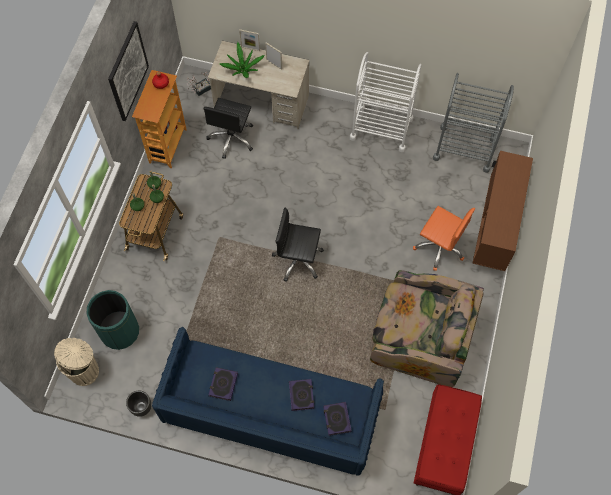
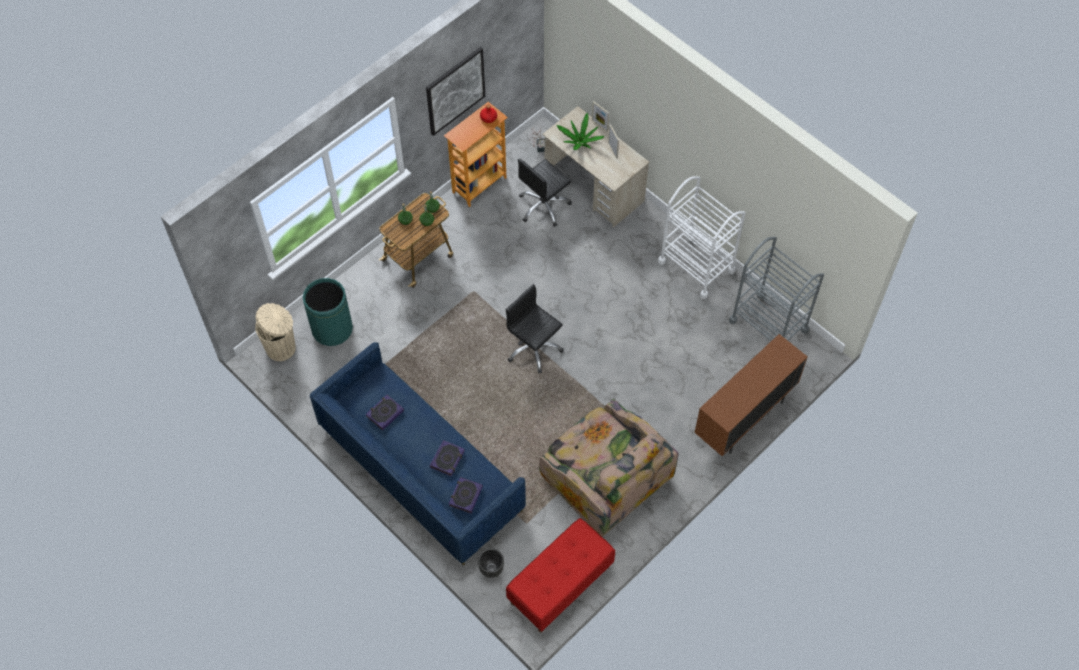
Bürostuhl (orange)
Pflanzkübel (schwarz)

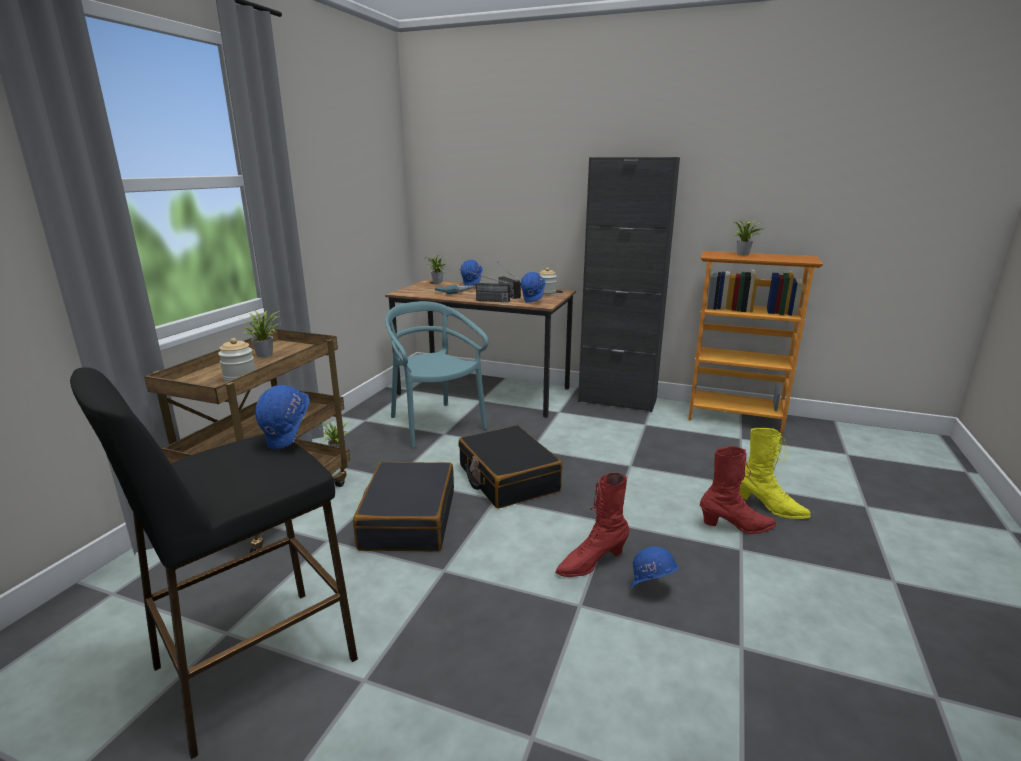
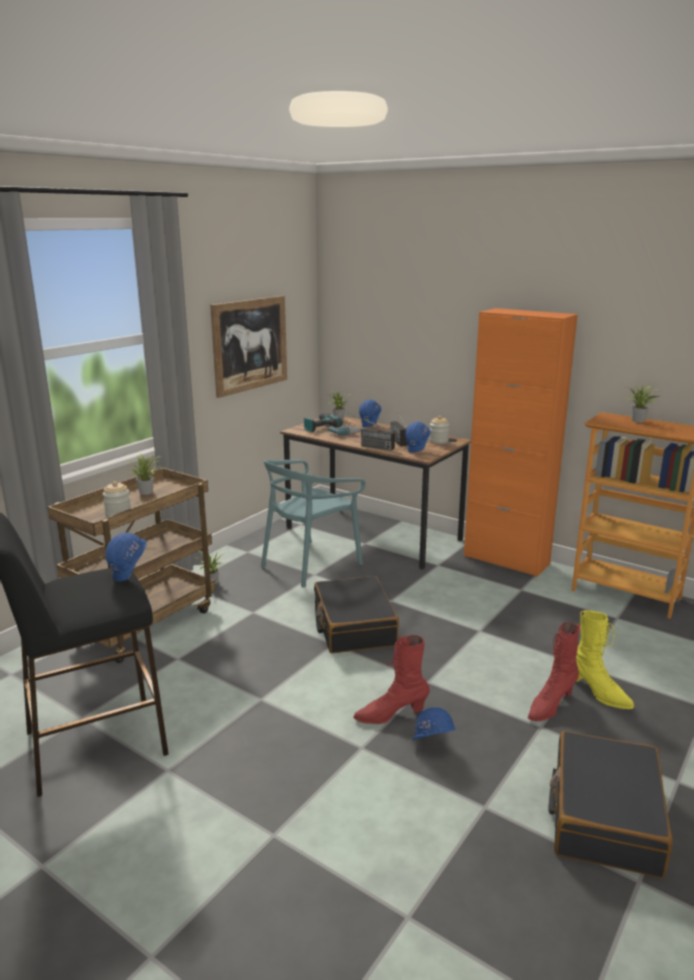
Bild
Bohrmaschine (1st from left)
Koffer (schwarz) (2nd from left)
Schrank (orange)
Stuhl (türkis)
Stiefel (rot) (2nd from left)

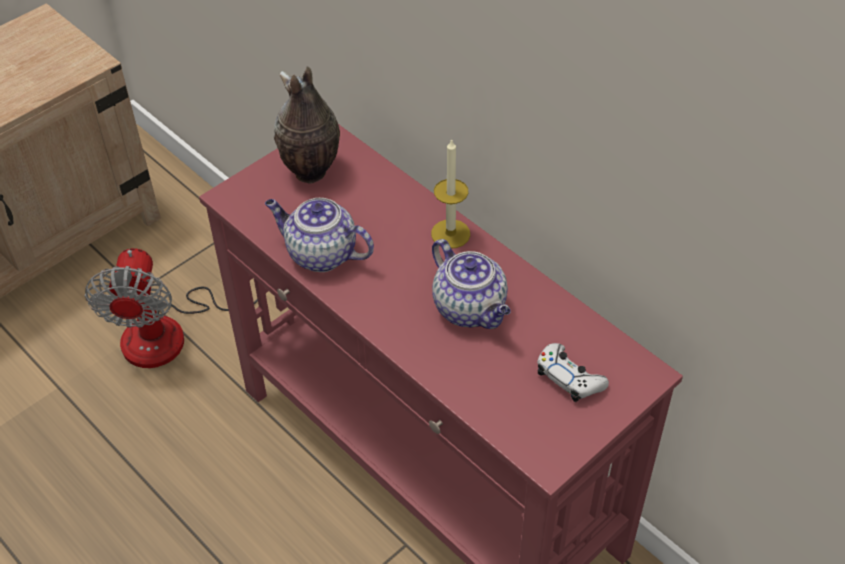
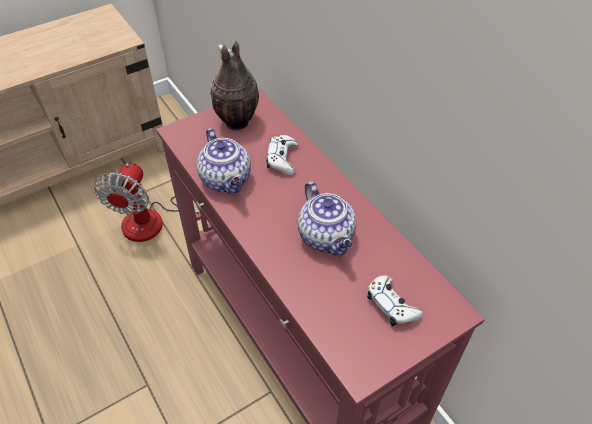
Kerze
Gamepad (weiß) (1st from left)
Teekanne (1st from left)

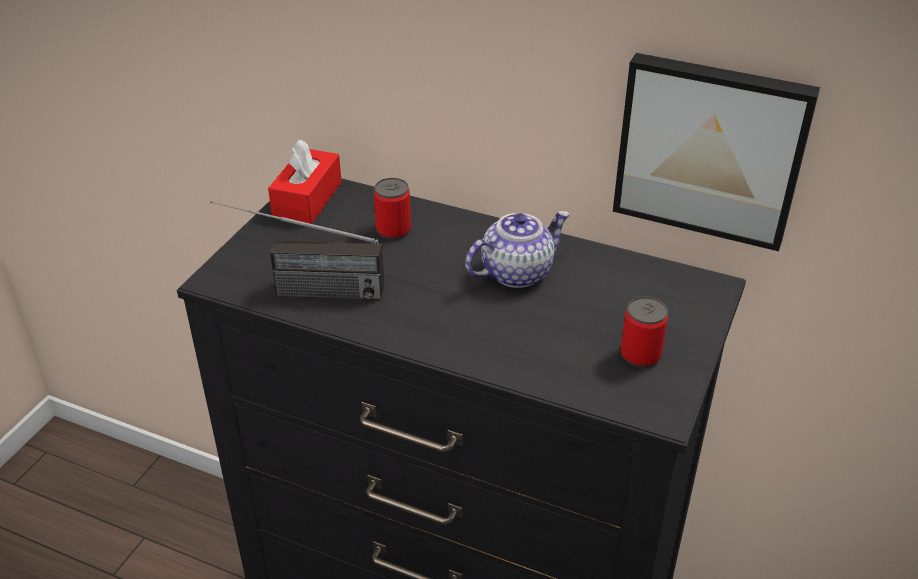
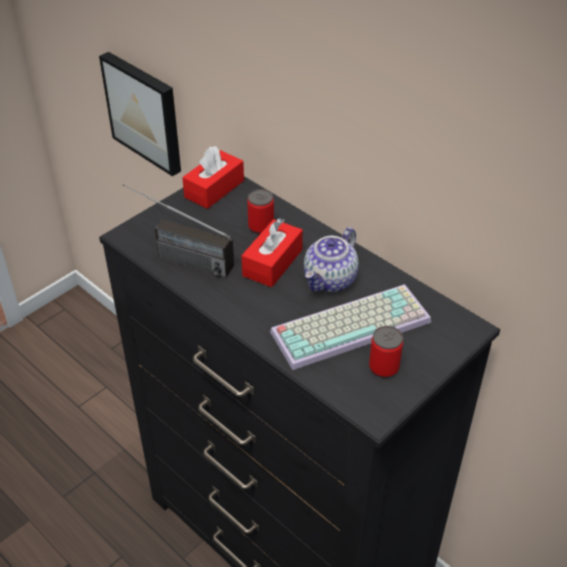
Taschentuchbox (rot) (2nd from left)
Tastatur
Bild
Teekanne

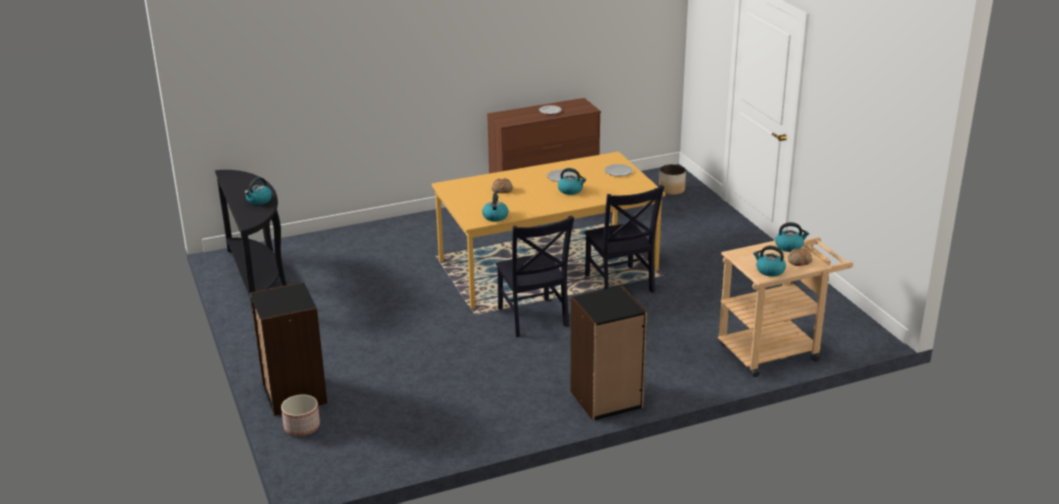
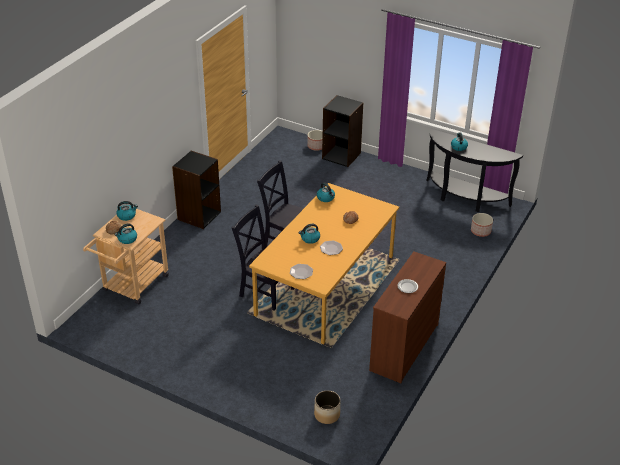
Pflanzkübel (3rd from left)

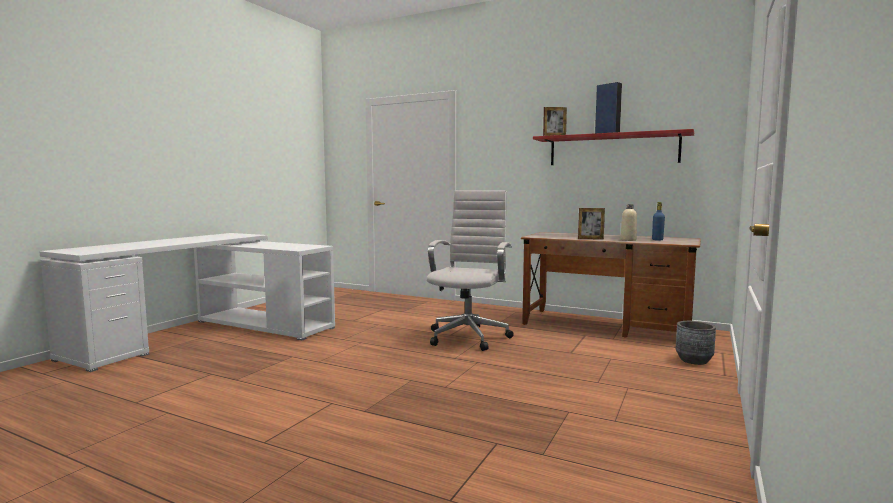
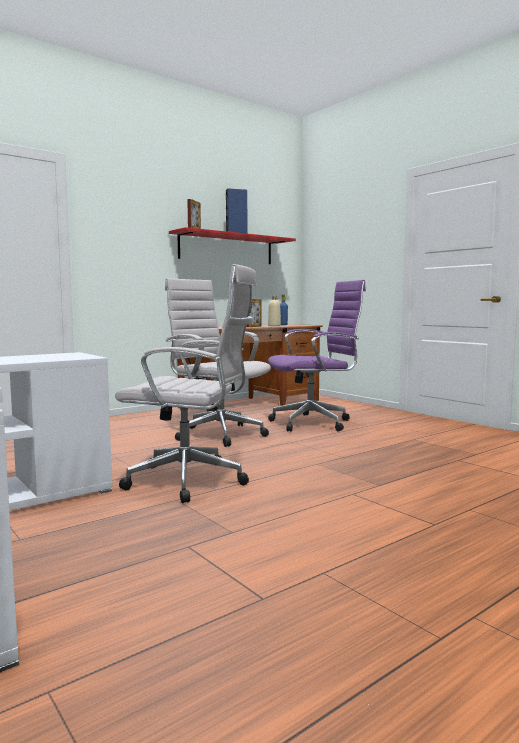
Pflanzkübel (grau)
Bürostuhl (weiß) (1st from left)
Bürostuhl (lila)

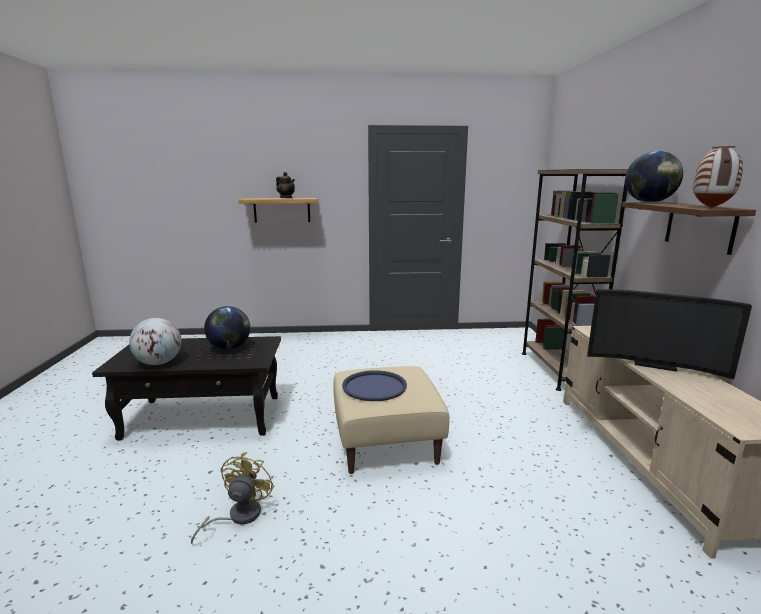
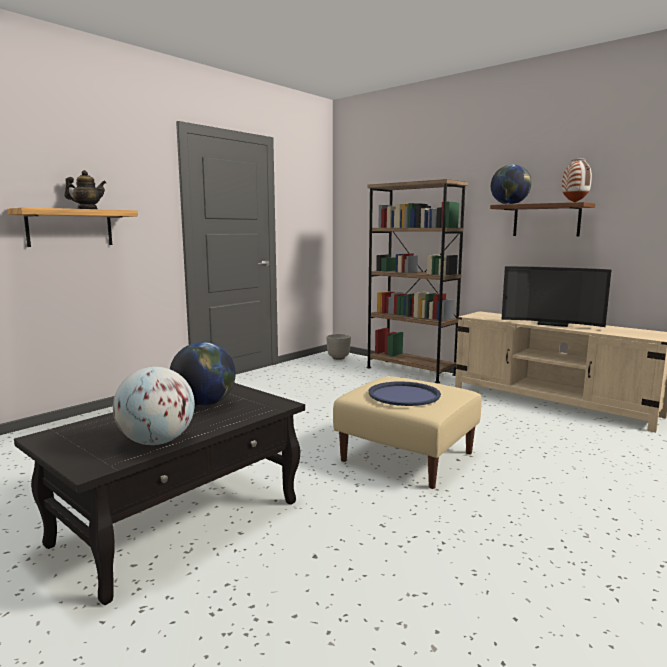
Ventilator (gelb)
Pflanzkübel
Fernseher

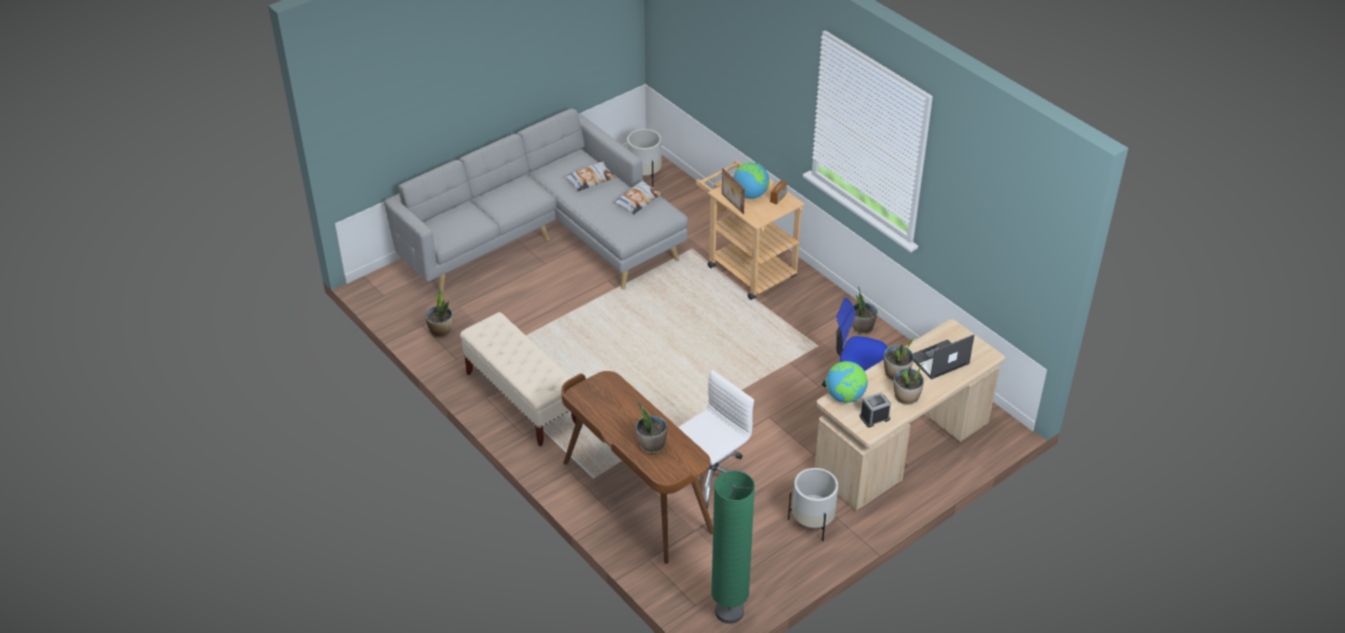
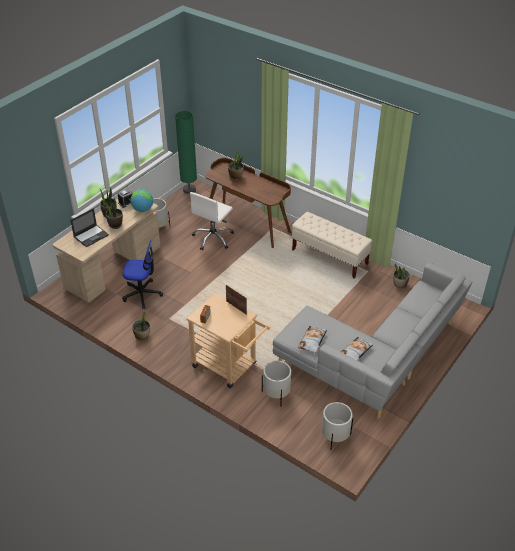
Globus (1st from left in the first image)
Pflanzkübel (weiß) (2nd from left)

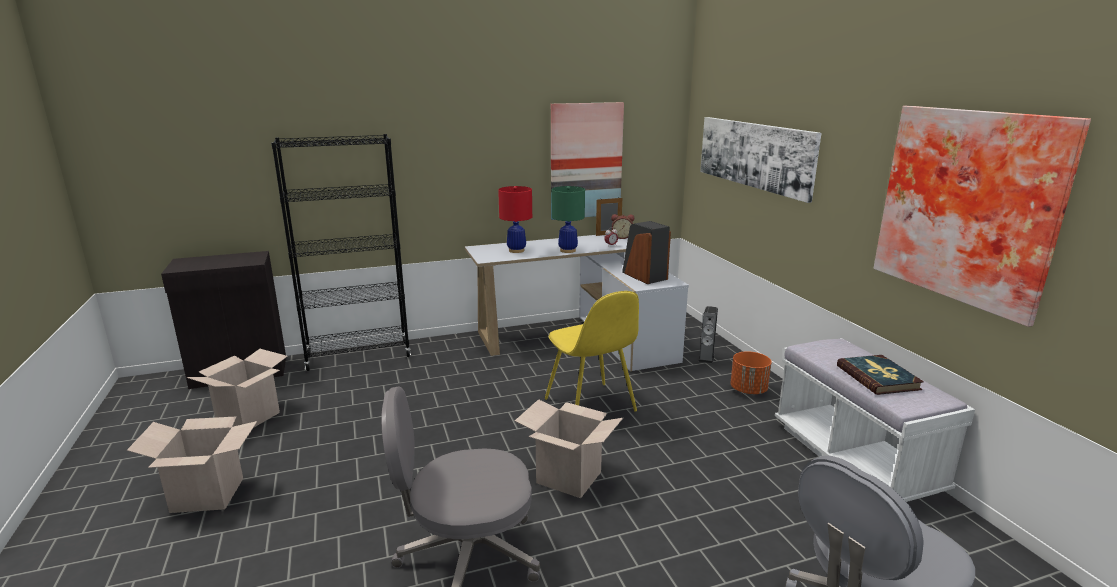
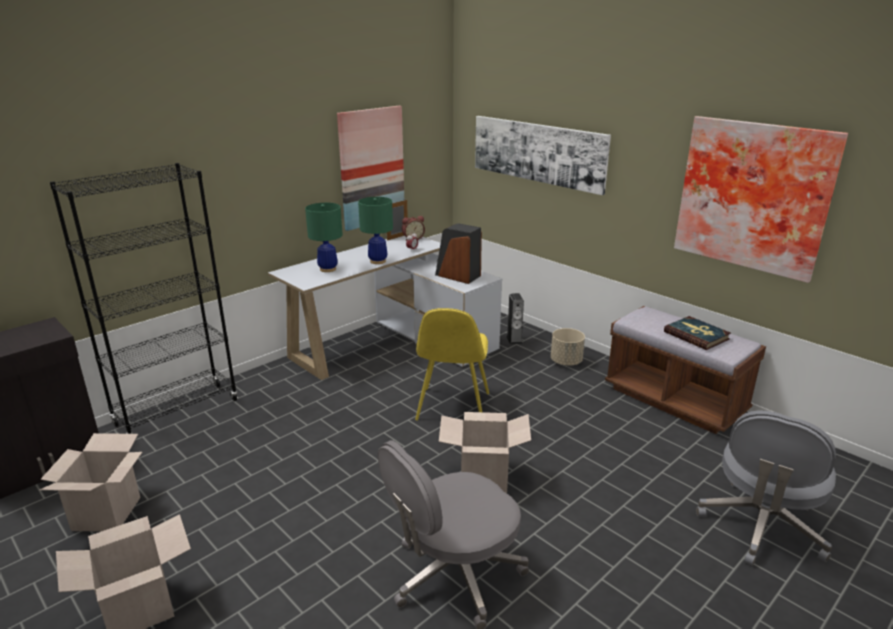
Tischlampe (grün) (1st from left)
Pflanzkübel (beige)
Bank (braun)
Stuhl (gelb)

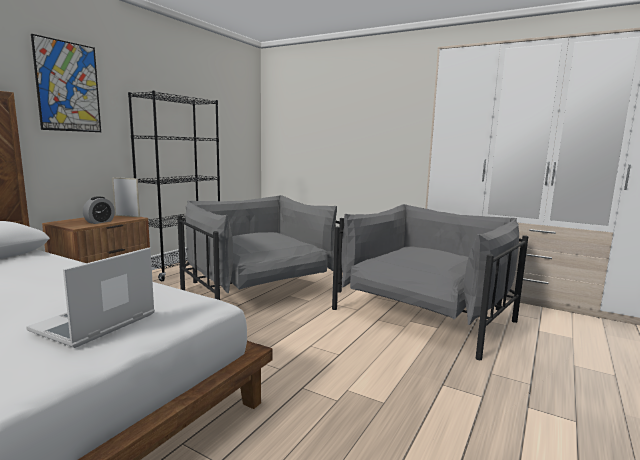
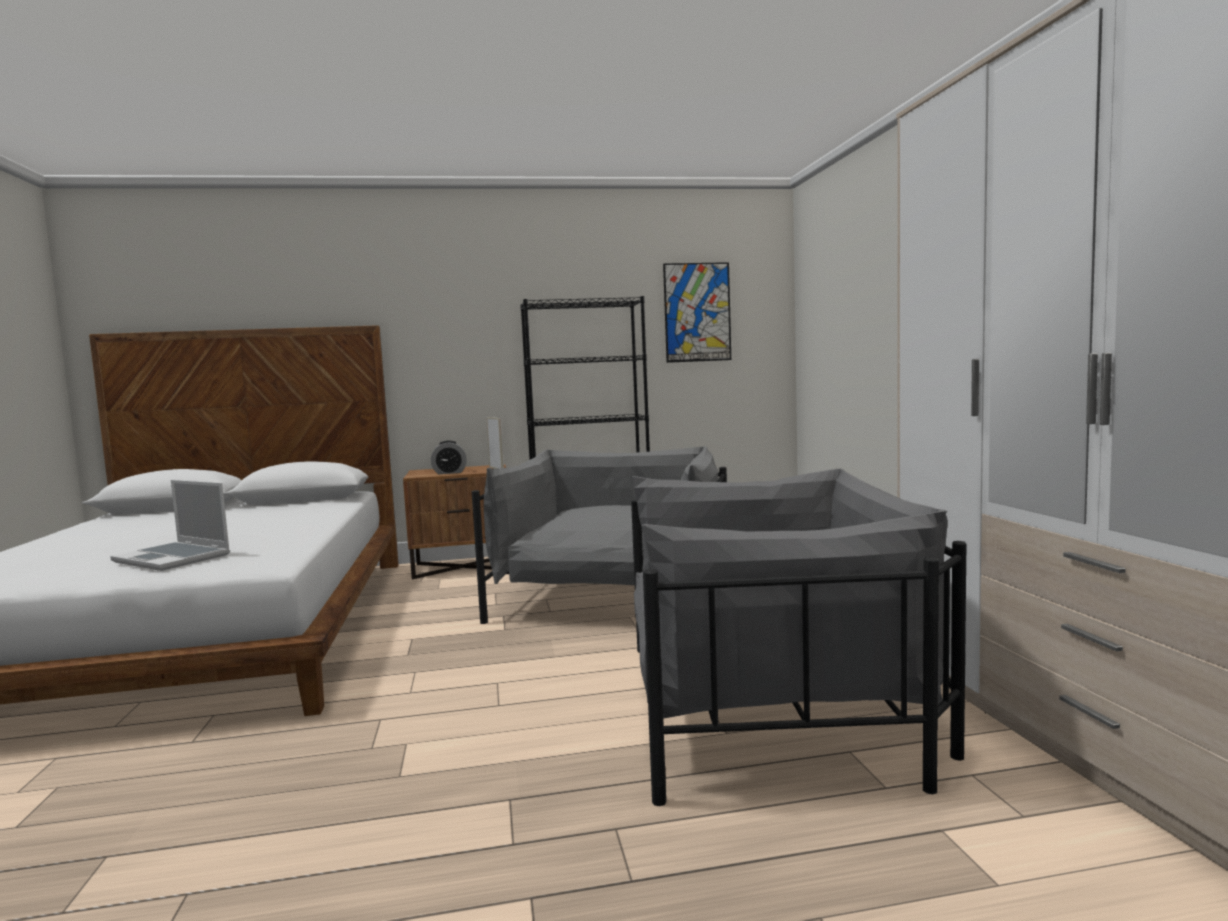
Bild
Laptop

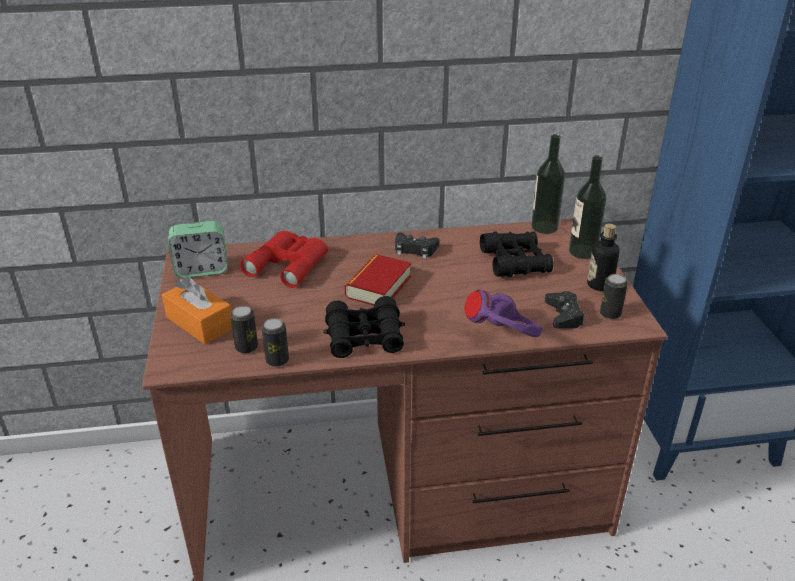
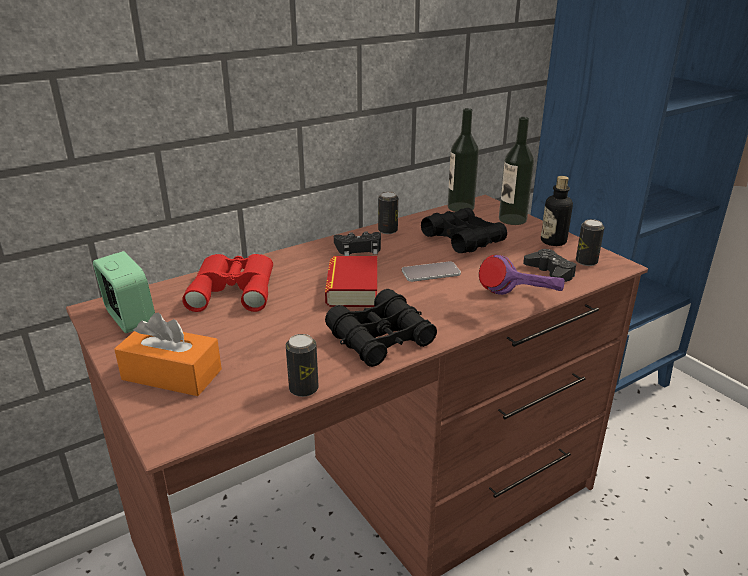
Handy
Dose (2nd from left)
Wecker

